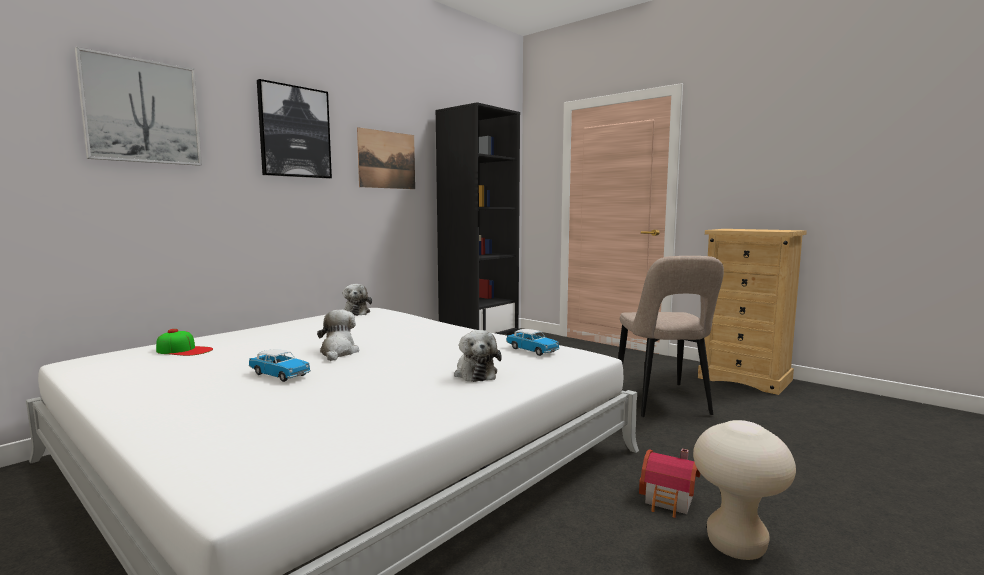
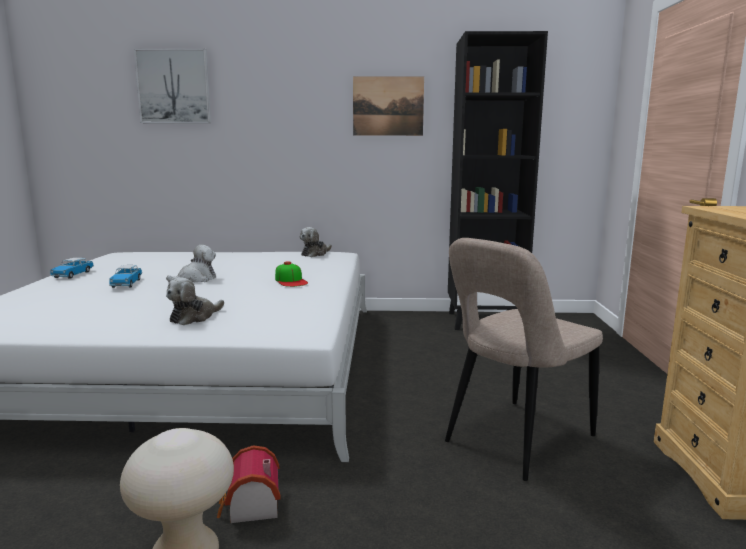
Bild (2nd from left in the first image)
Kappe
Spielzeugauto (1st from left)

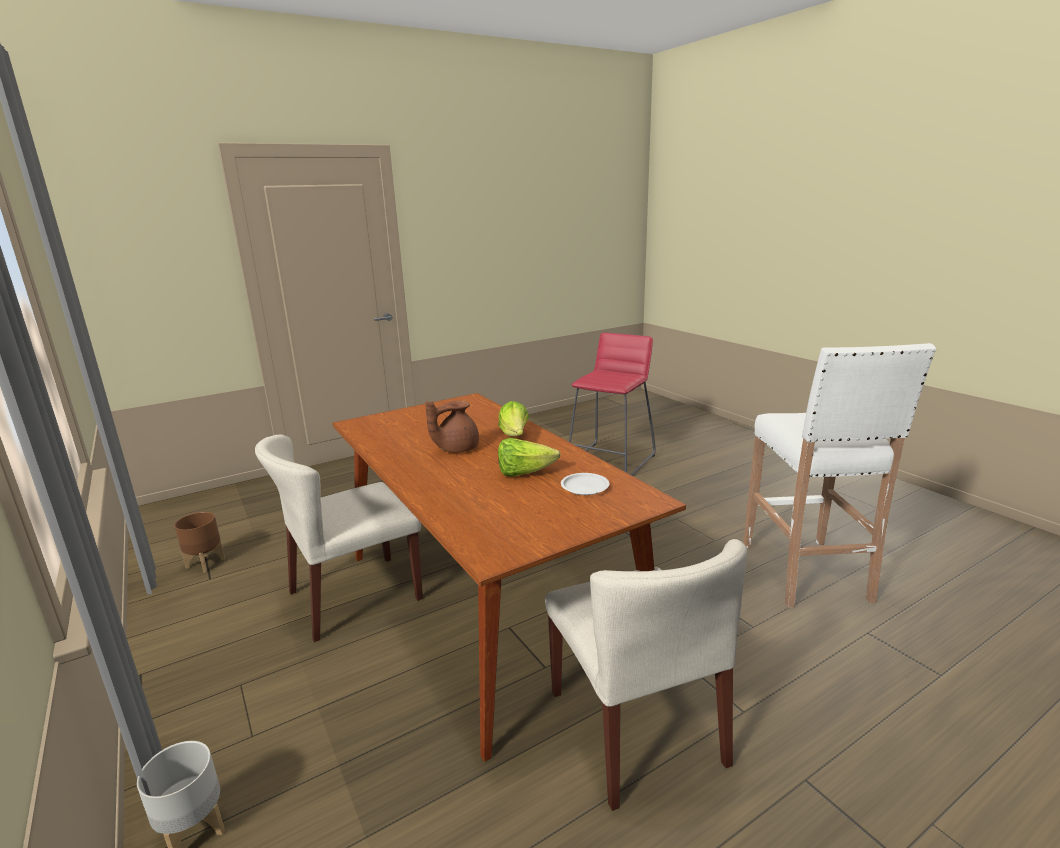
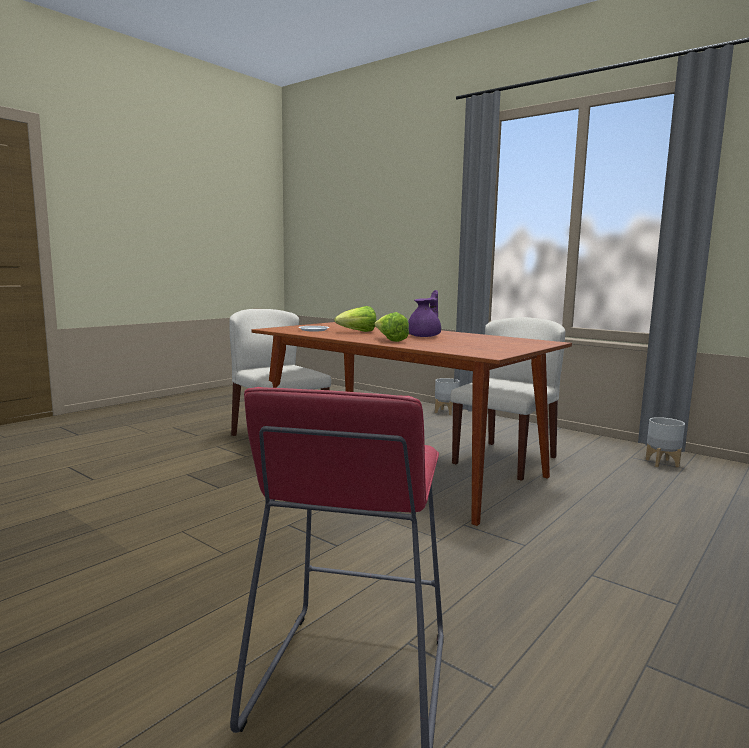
Hocker (weiß)
Pflanzkübel (grau) (2nd from left)
Teekanne (lila)

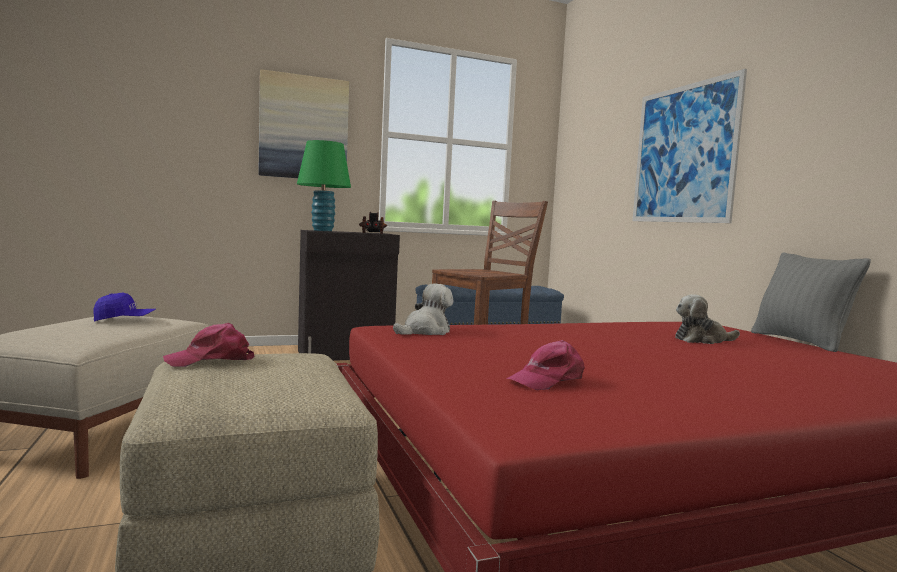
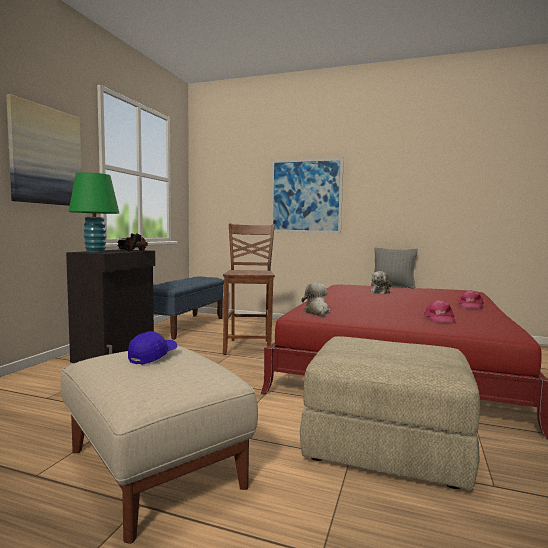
Kappe (rosa) (2nd from left)

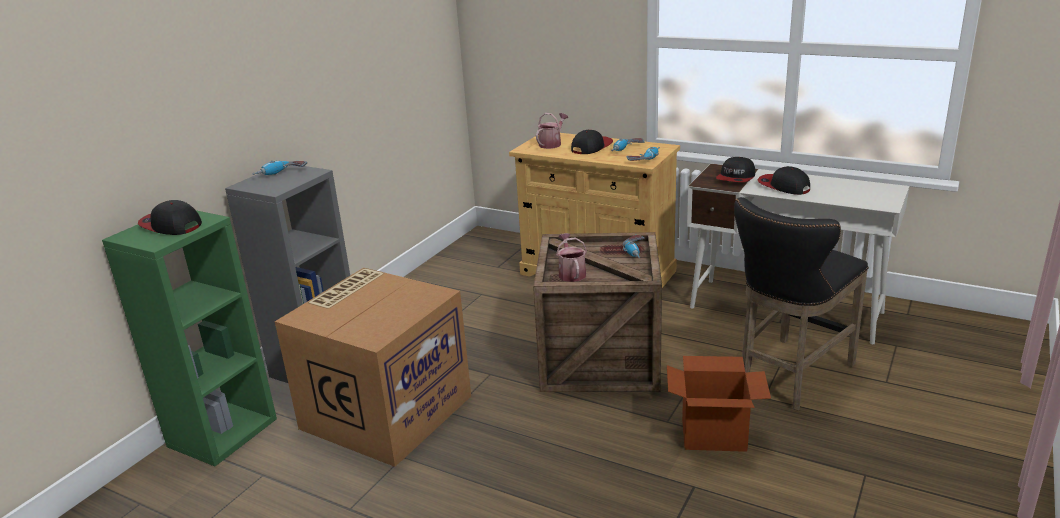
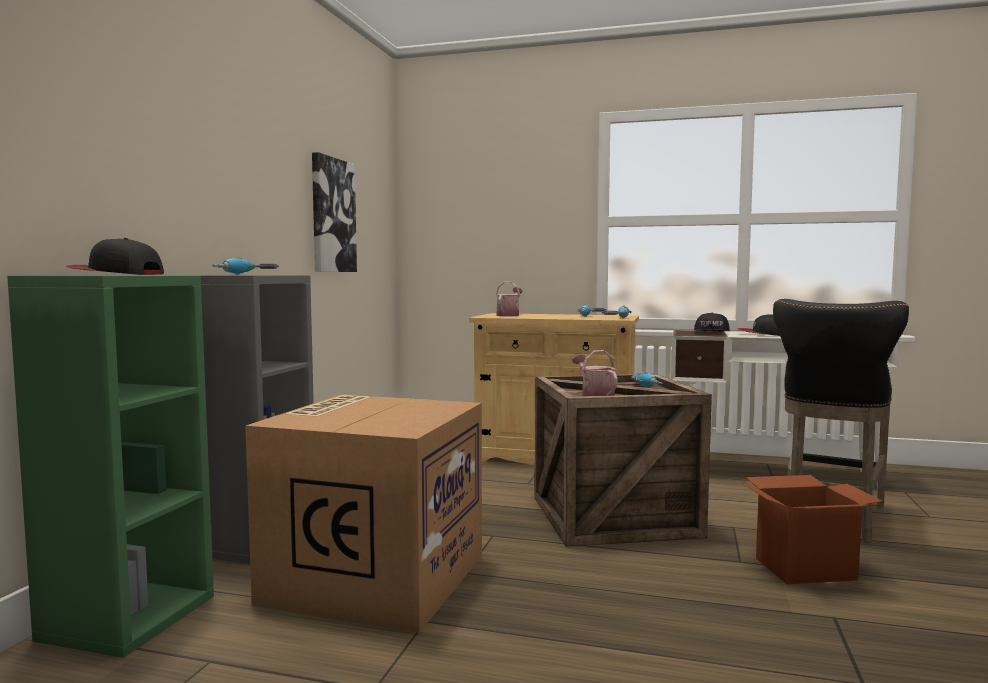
Kappe (2nd from left in the first image)
Bild

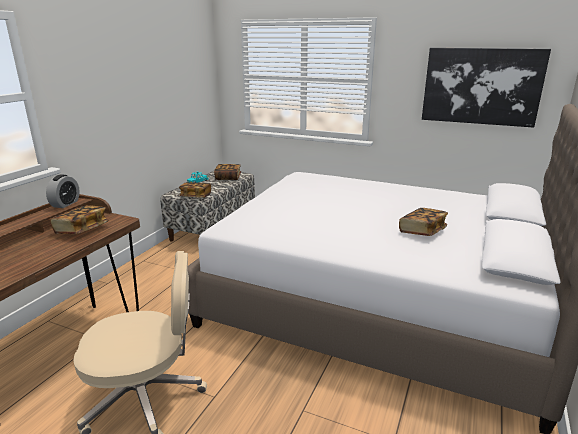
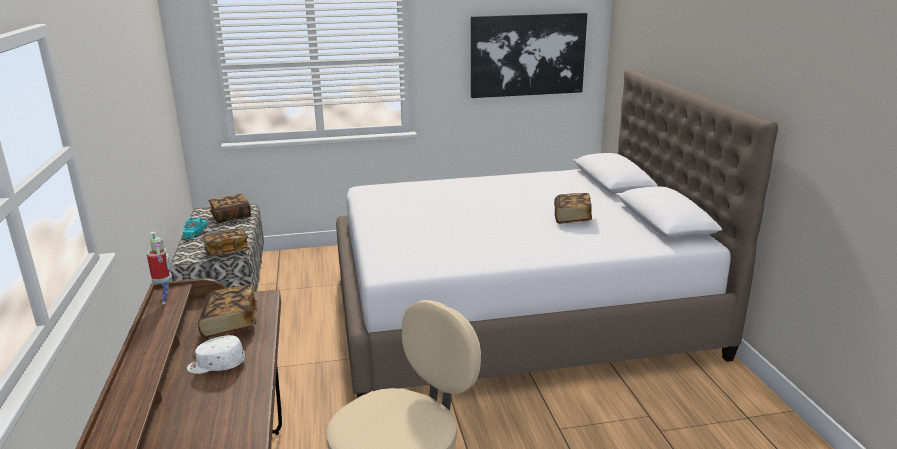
Kappe (weiß)
Spielzeugroboter

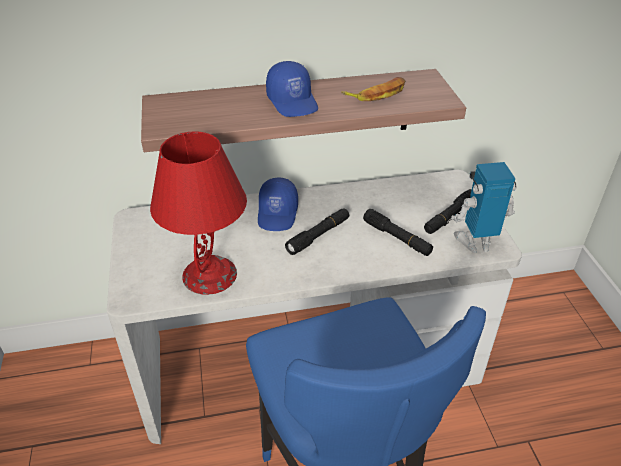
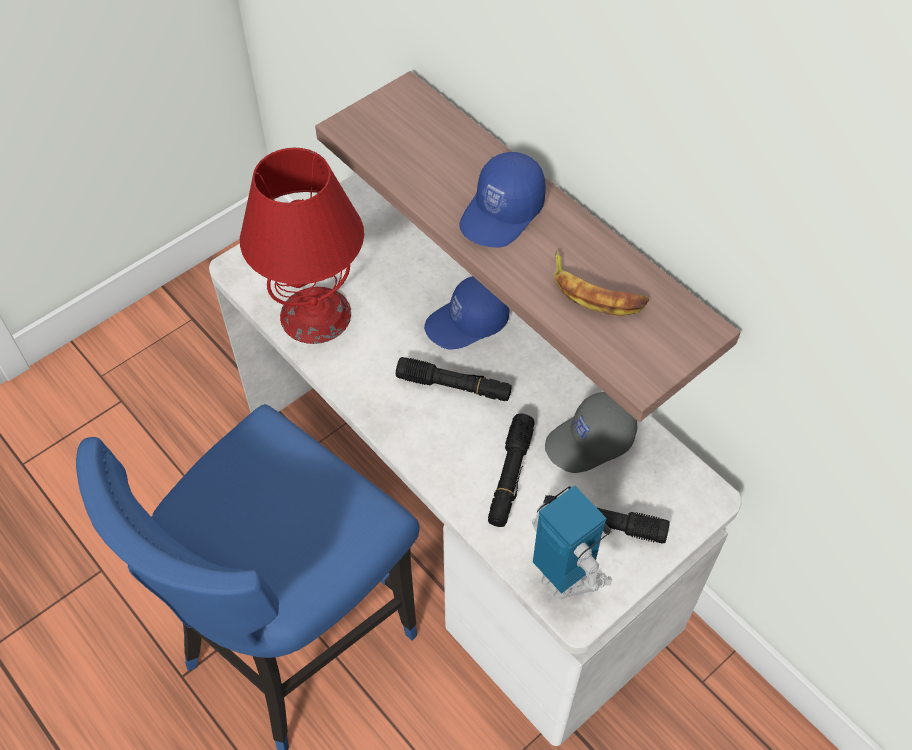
Kappe (grau)

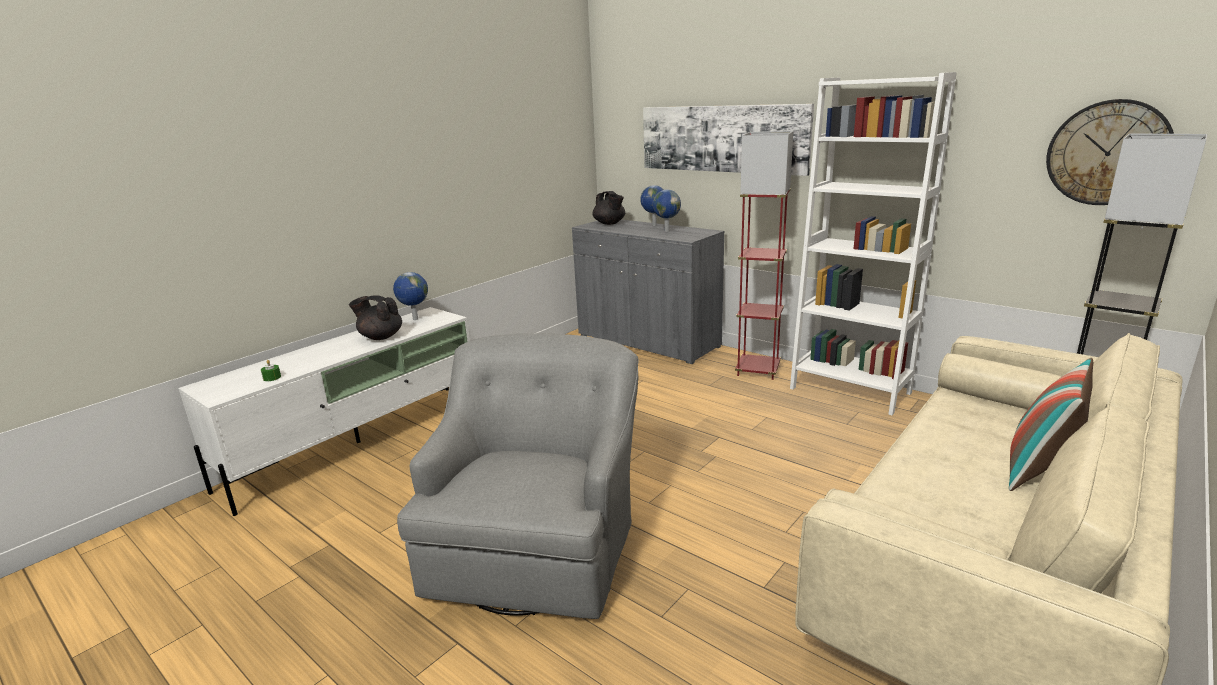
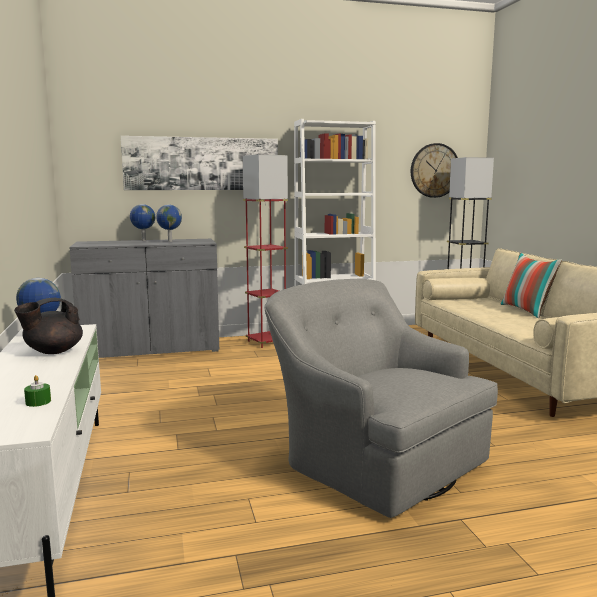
Teekanne (schwarz) (2nd from left in the first image)

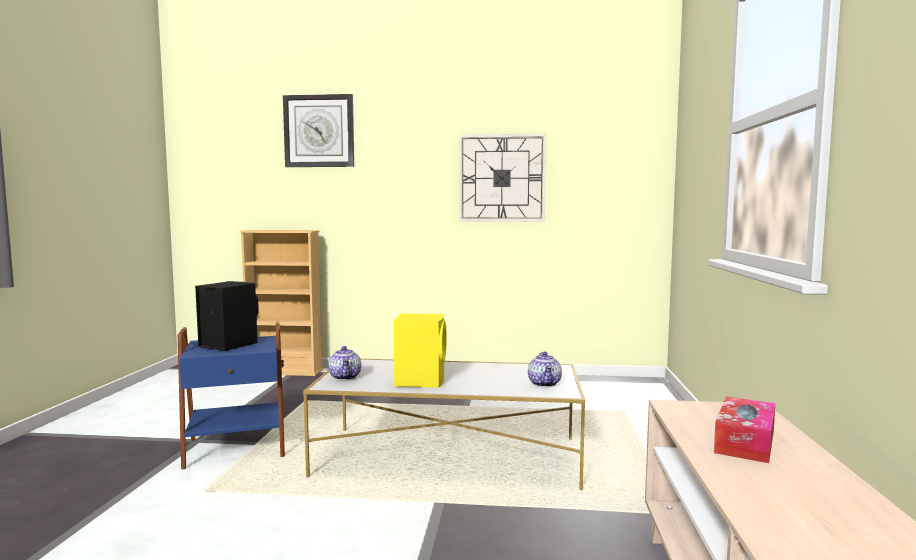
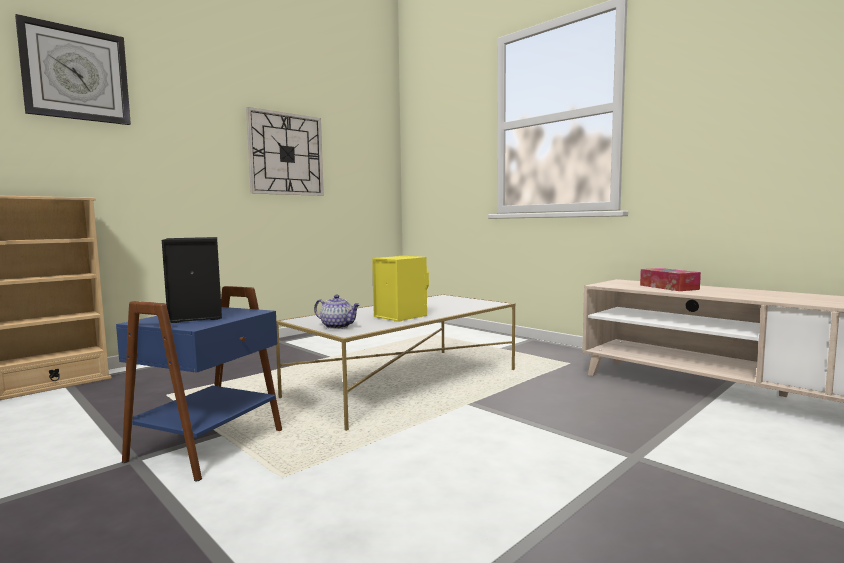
Teekanne (2nd from left in the first image)

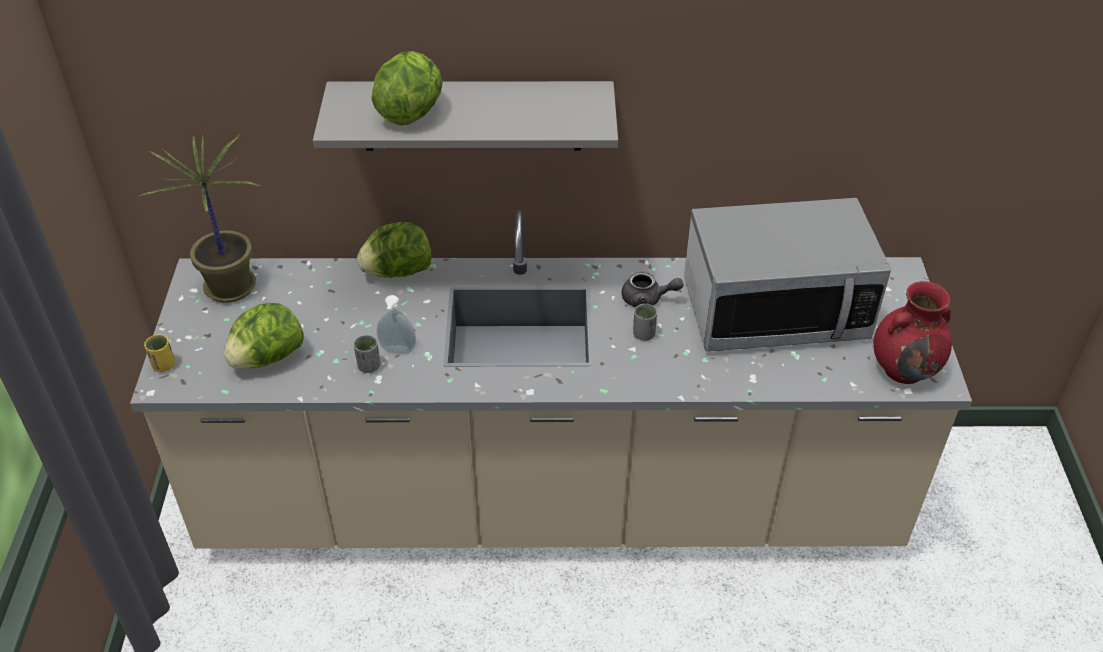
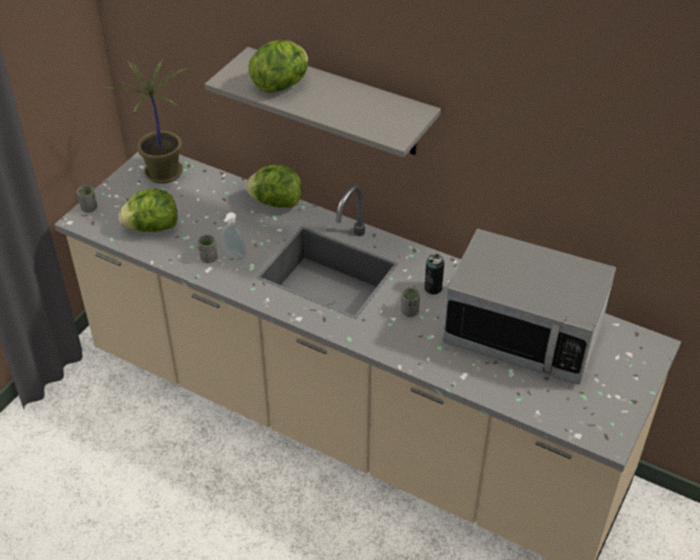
Vase (rot)
Dose
Tasse (grau) (1st from left)

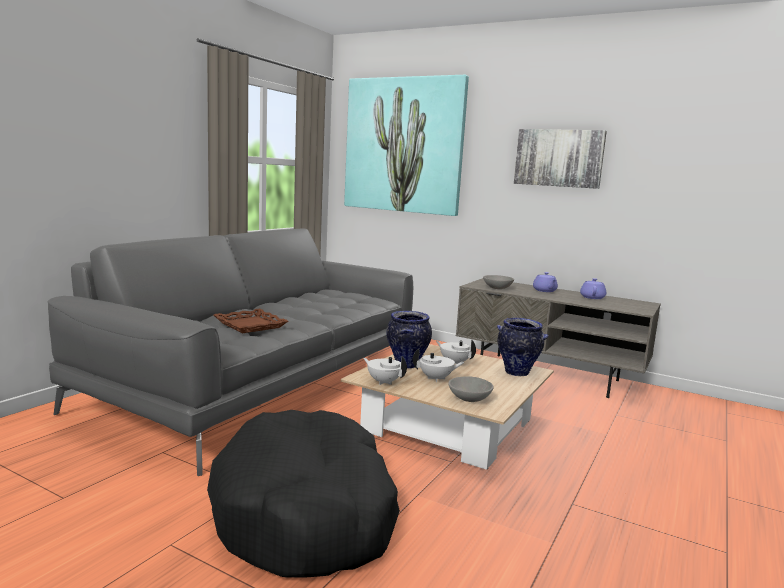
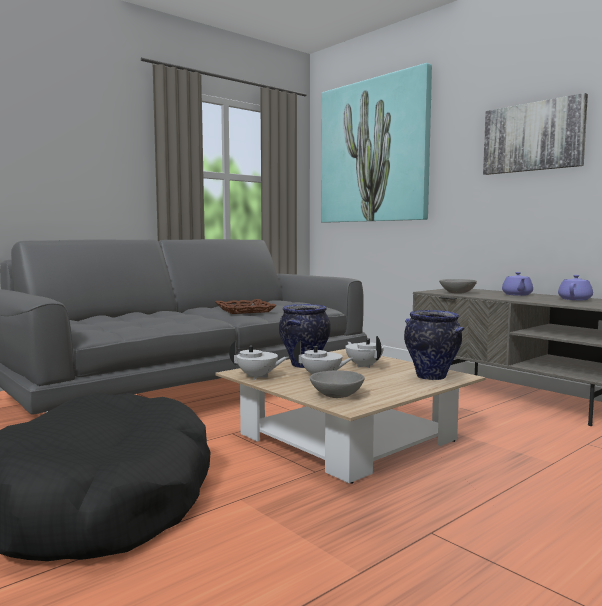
Tablett (braun)
Teekanne (weiß) (1st from left)

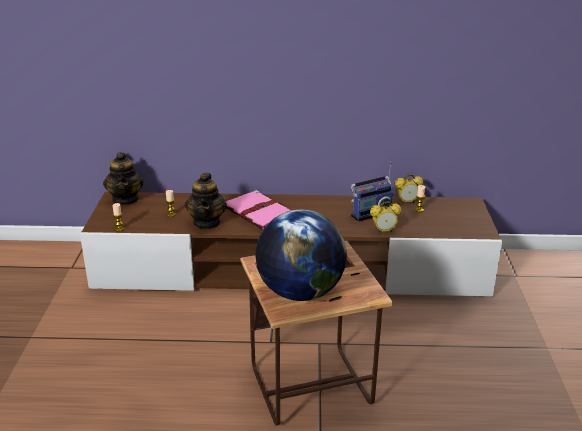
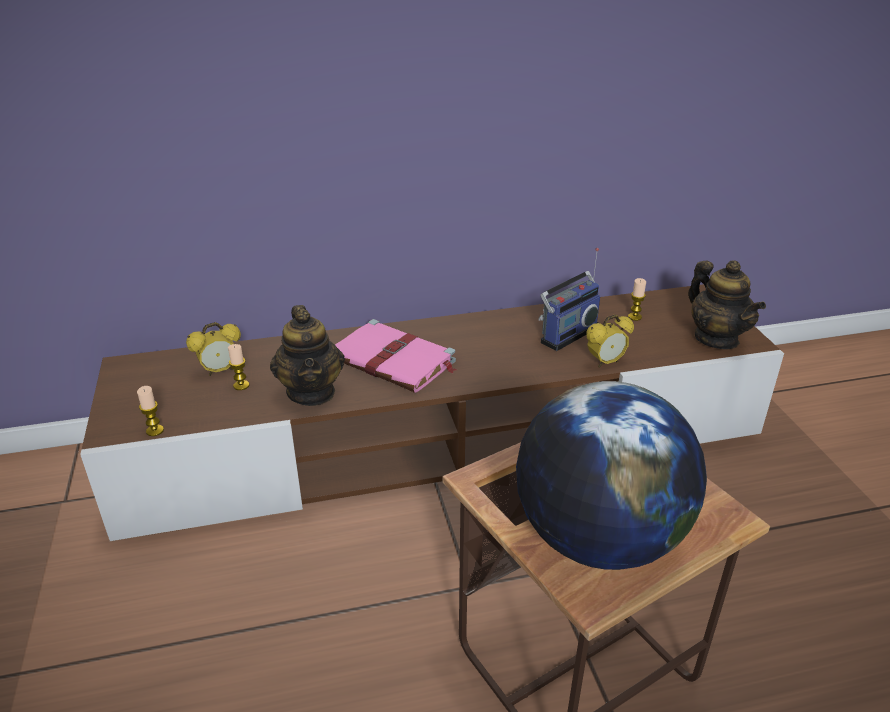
Teekanne (2nd from left)
Wecker (1st from left)

